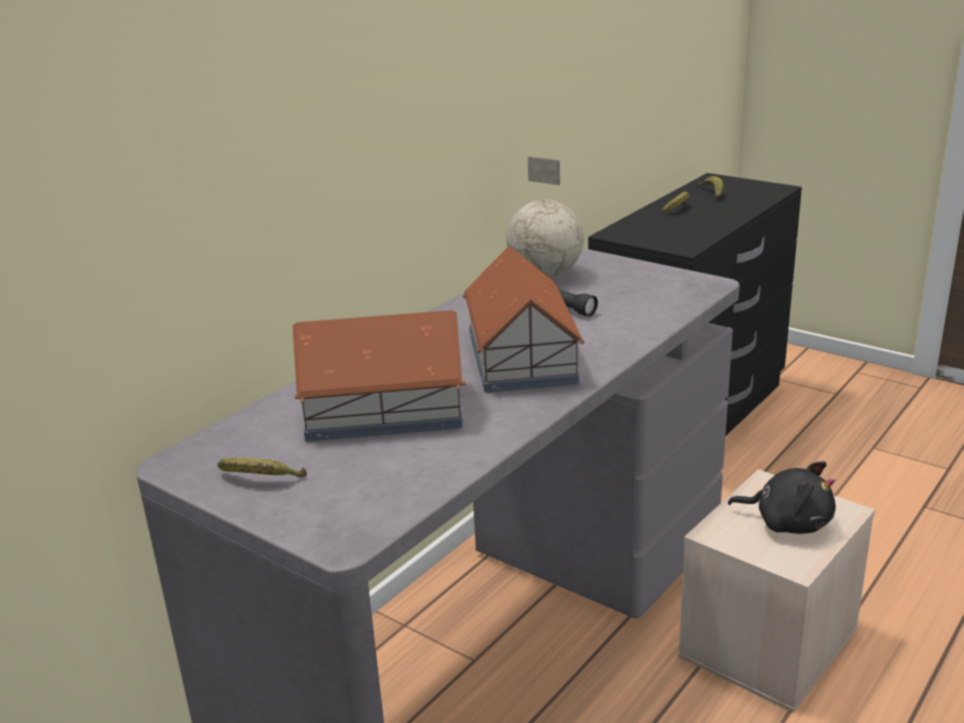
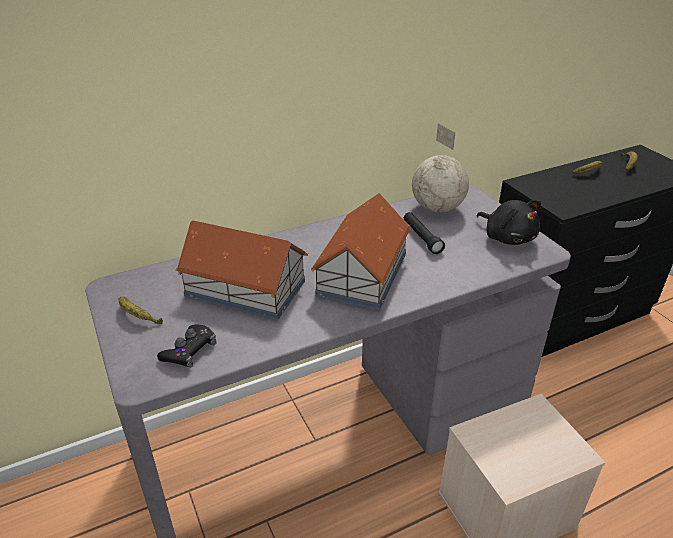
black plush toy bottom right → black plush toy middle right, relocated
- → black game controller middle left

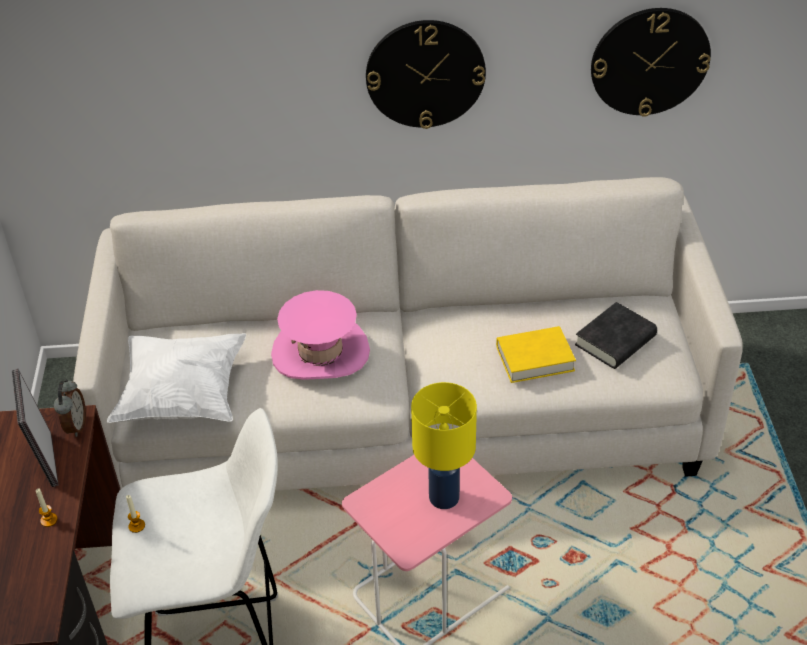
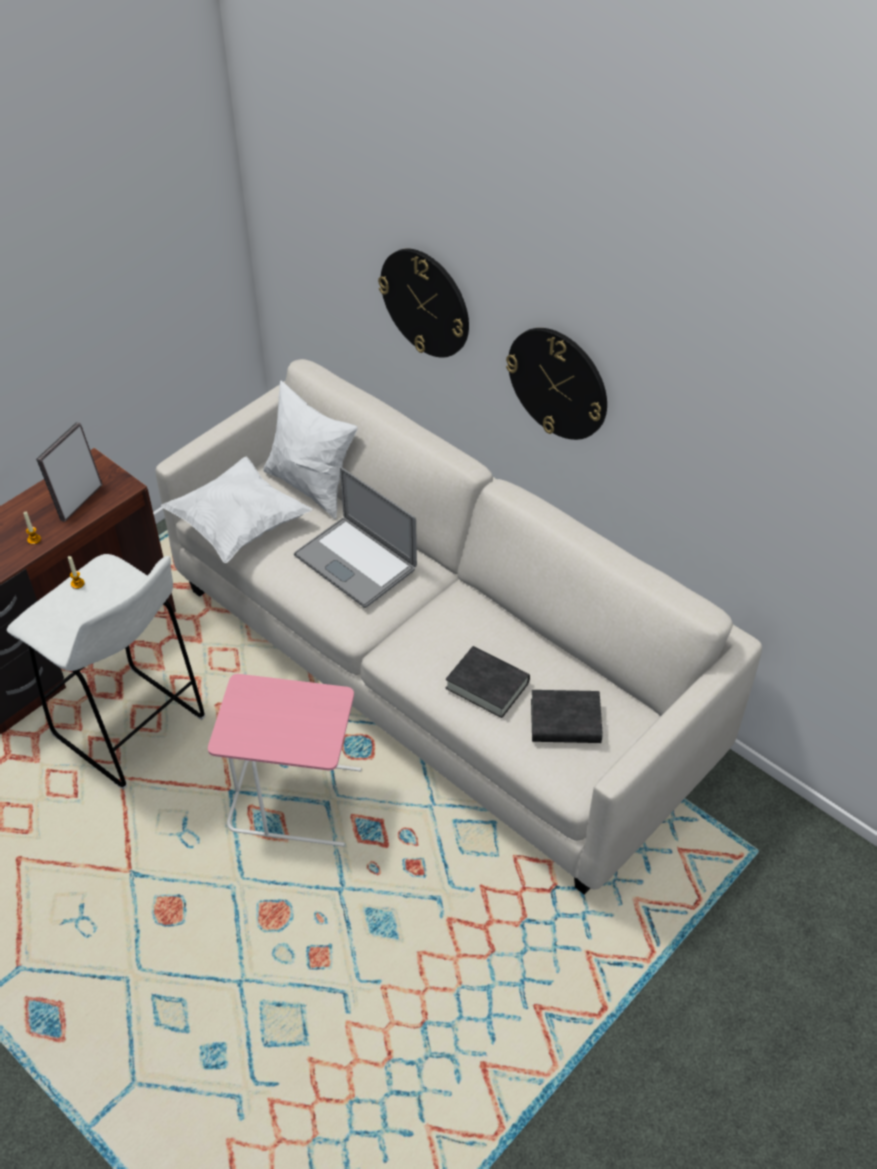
alarm clock middle left → -
pink hat centre → laptop centre
yellow table lamp bottom centre → -
yellow book centre → black book (no. 1 from left) centre
wall clock (no. 2 from left in the first image) top right → wall clock (no. 1 from left) top centre, relocated
- → white pillow (no. 2 from left) centre

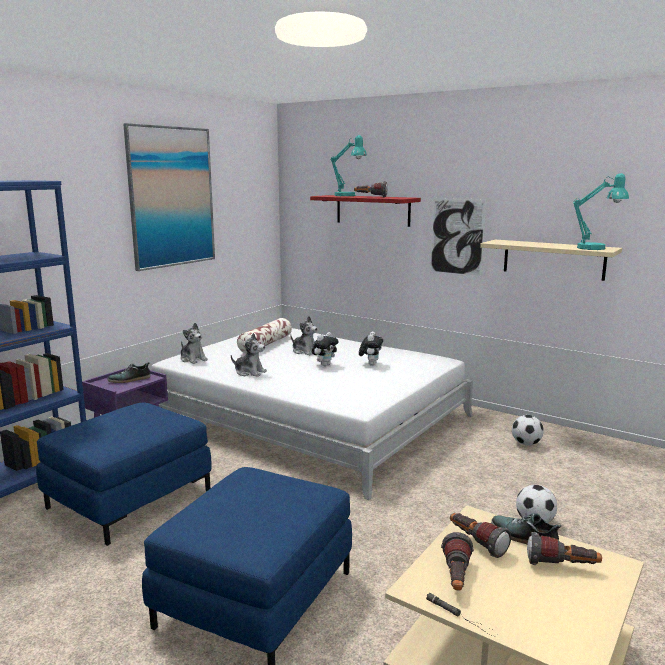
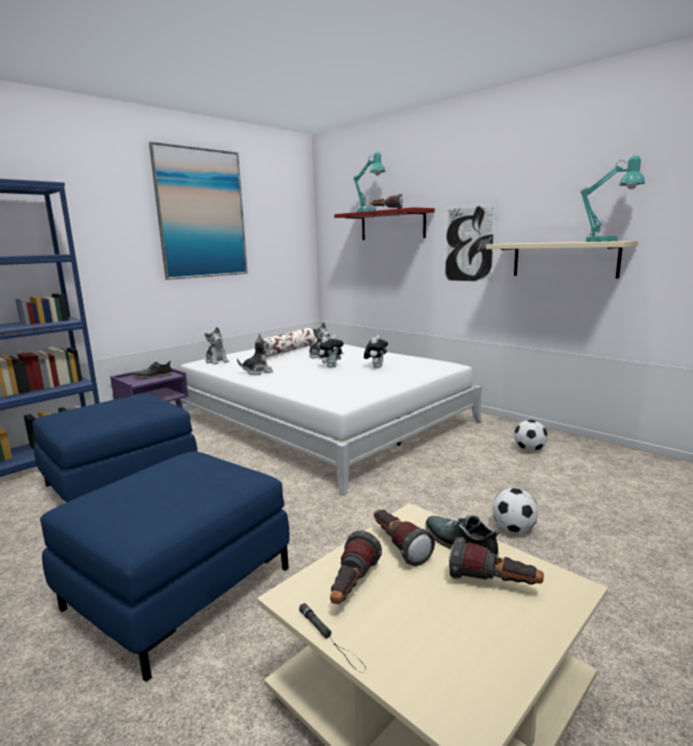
plush toy (no. 2 from left) centre, 45 degrees counterclockwise

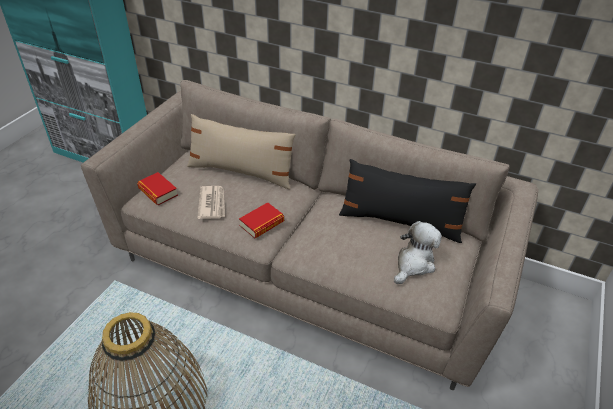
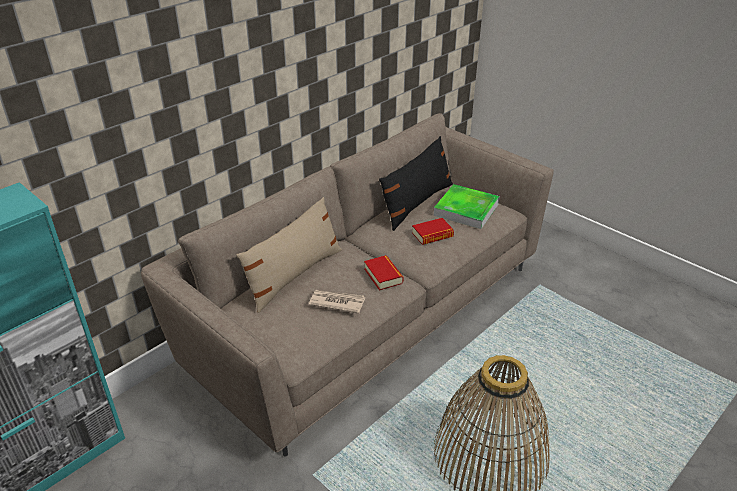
book (no. 1 from left in the first image) middle left → book (no. 2 from left) centre, relocated
plush toy middle right → tray centre

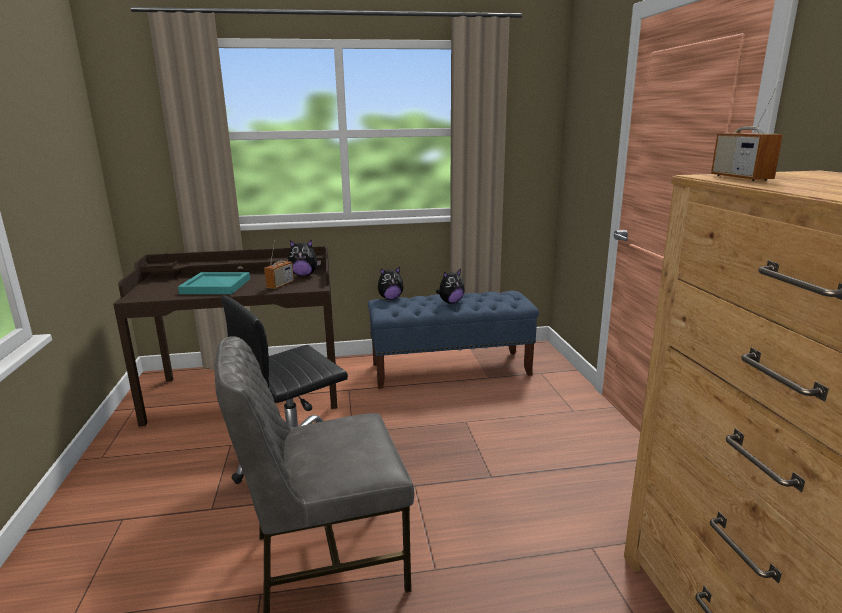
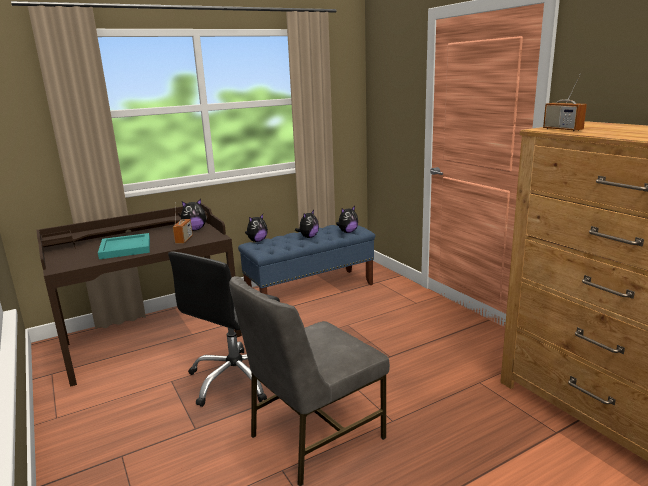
- → plush toy (no. 4 from left) centre

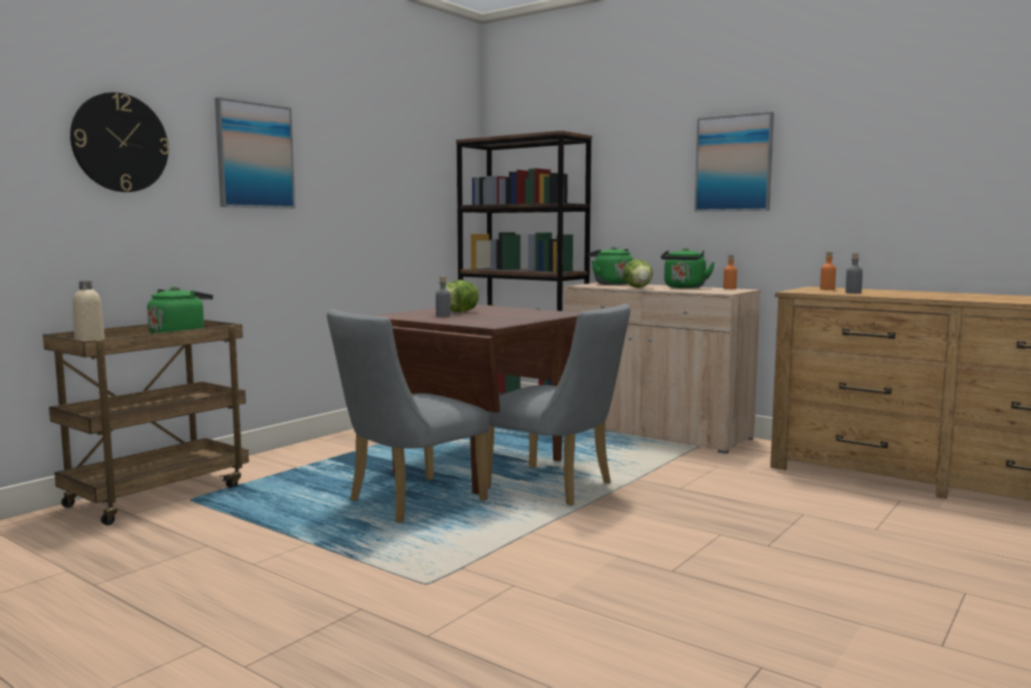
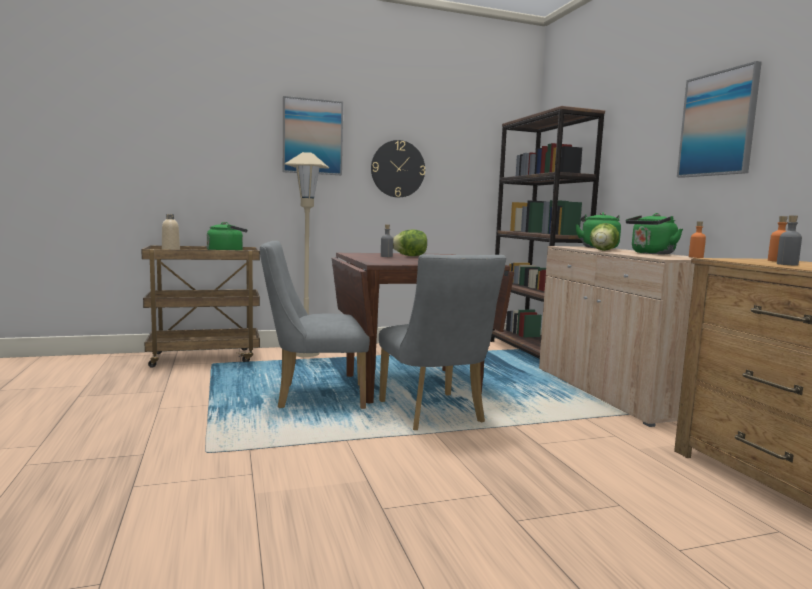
wall clock top left → wall clock top centre, relocated
- → beige floor lamp centre

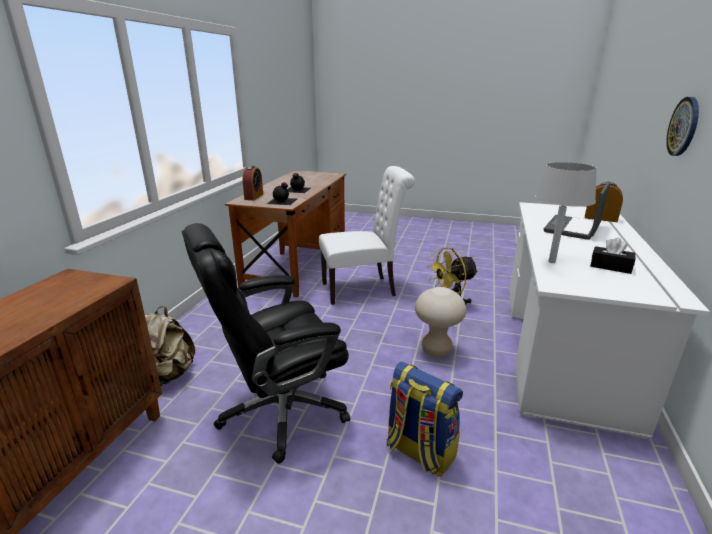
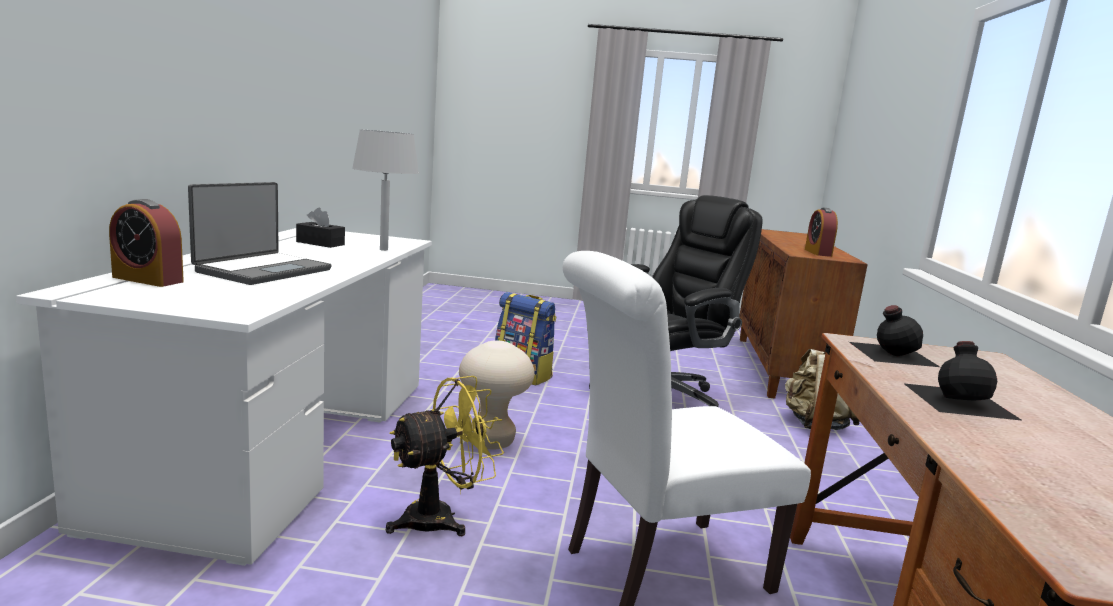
alarm clock (no. 1 from left in the first image) centre → alarm clock (no. 2 from left) middle right, relocated
wall clock top right → -

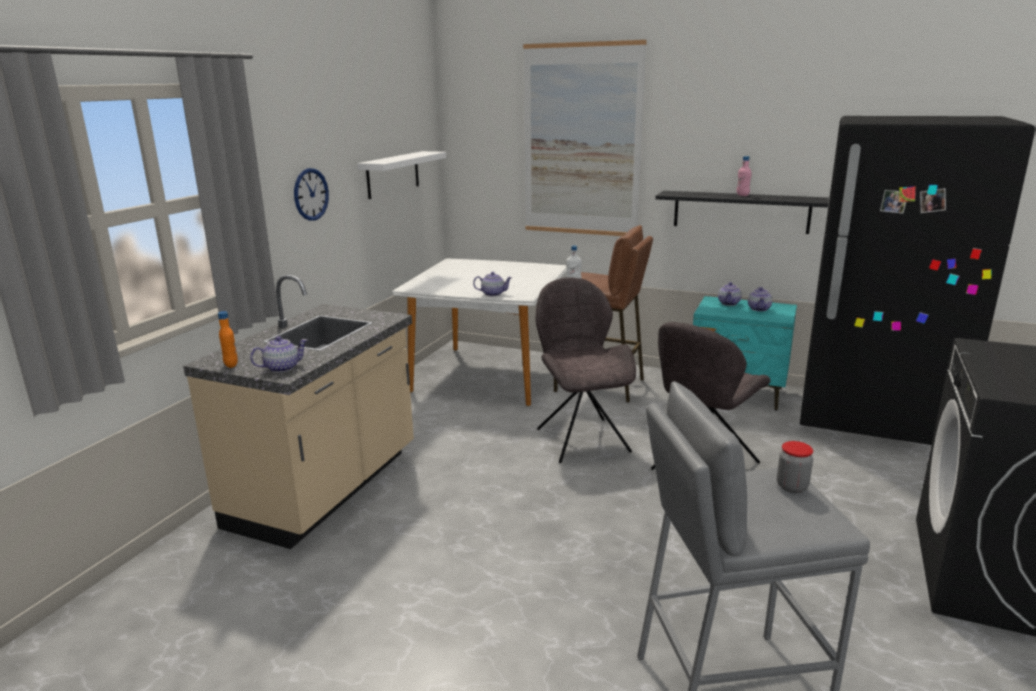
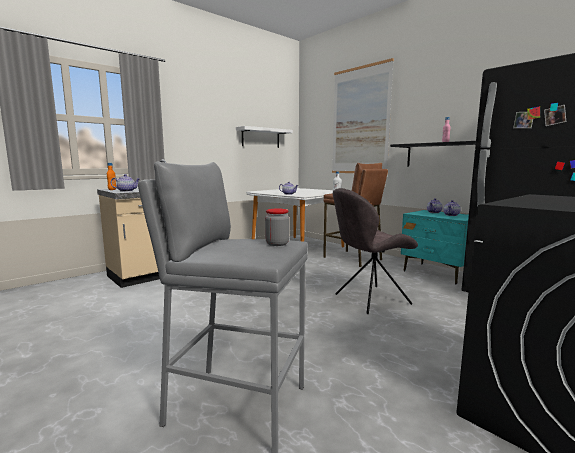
wall clock top left → -
grey chair (no. 1 from left) centre → -

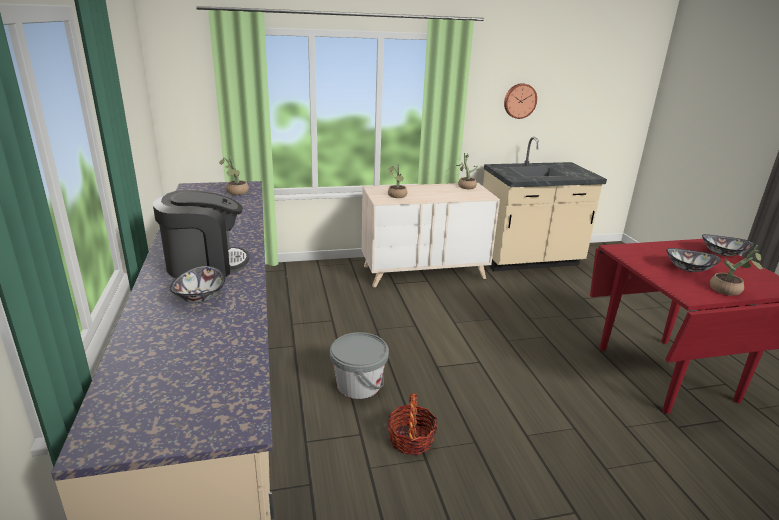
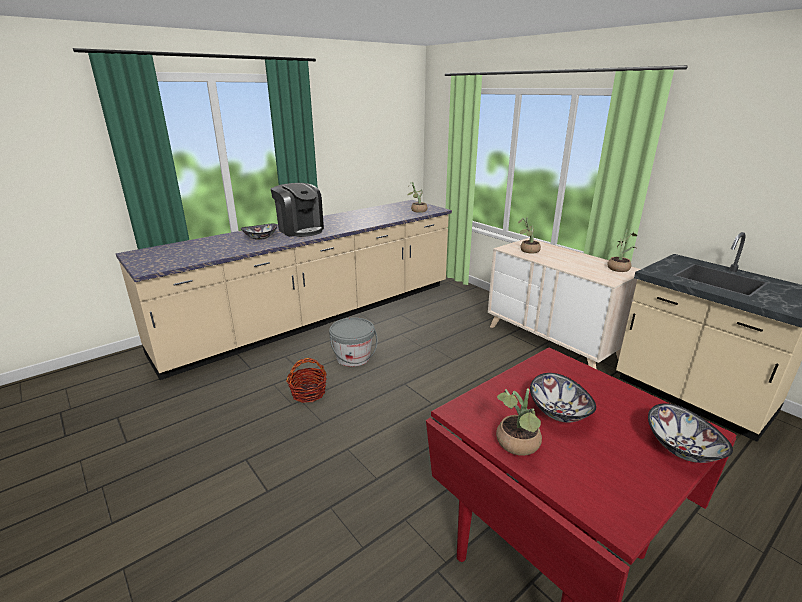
wall clock top right → -

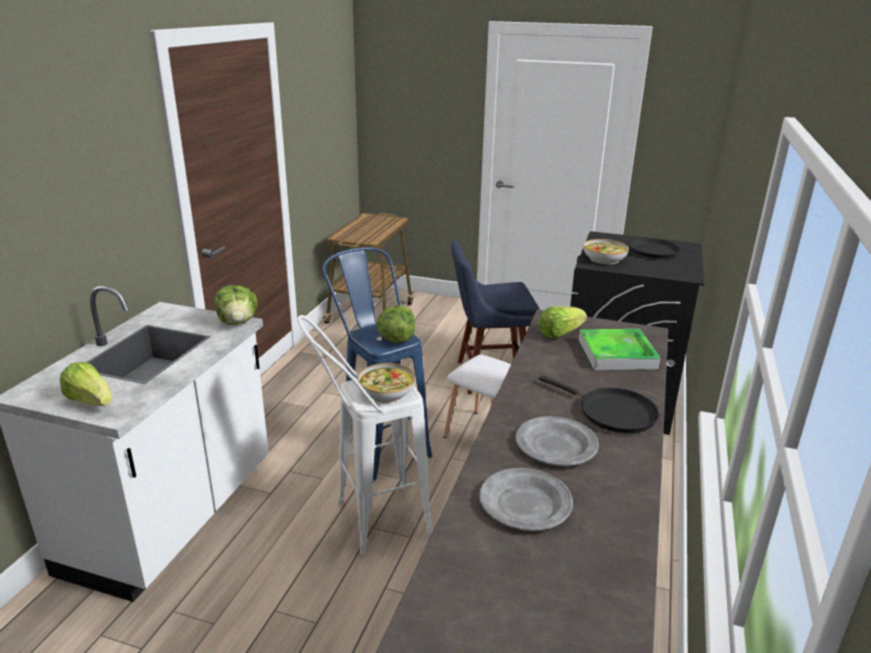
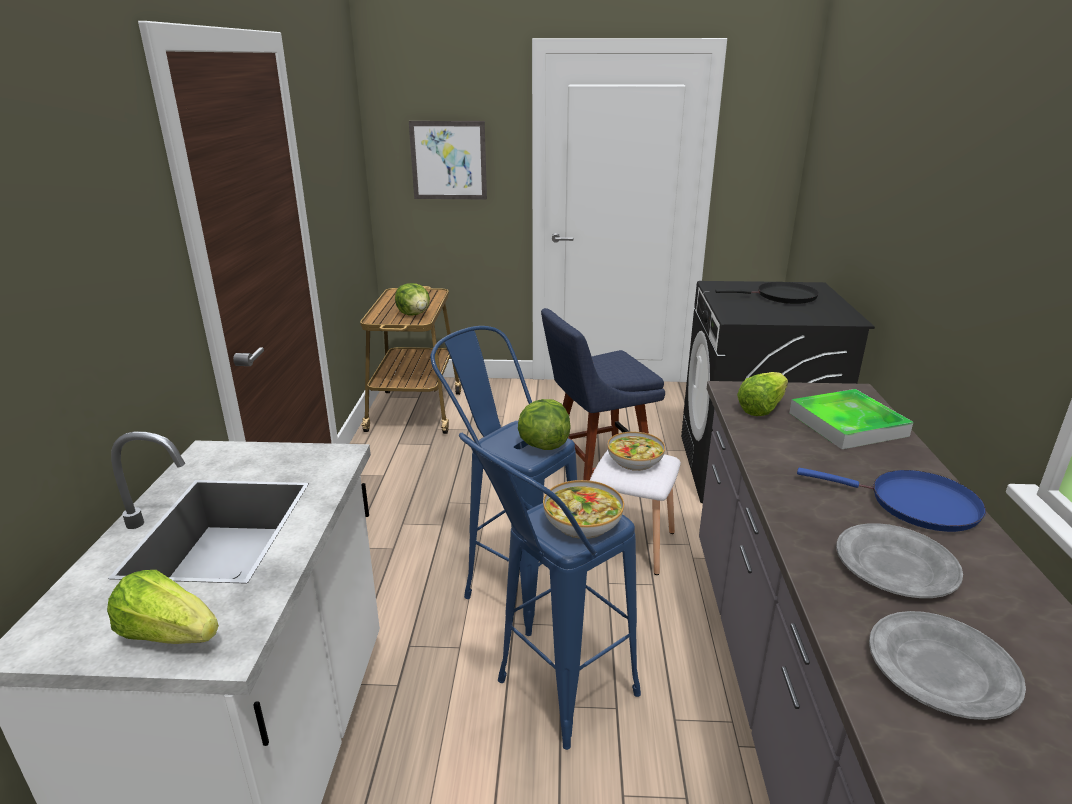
lettuce (no. 2 from left) middle left → lettuce (no. 2 from left) centre, relocated
white stool (no. 1 from left) centre → blue stool (no. 2 from left) bottom centre
black frying pan (no. 1 from left) middle right → blue frying pan middle right
bowl (no. 2 from left) middle right → bowl (no. 2 from left) centre, relocated
- → picture top centre

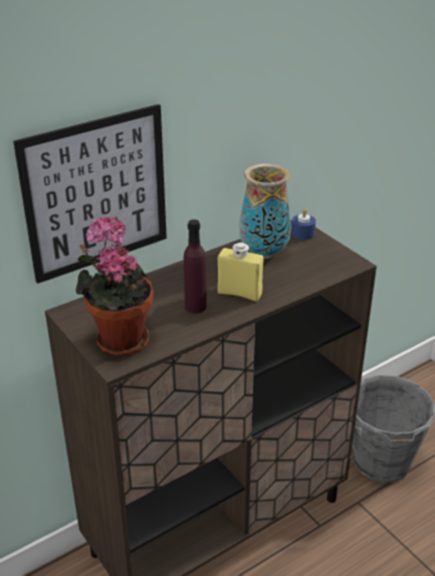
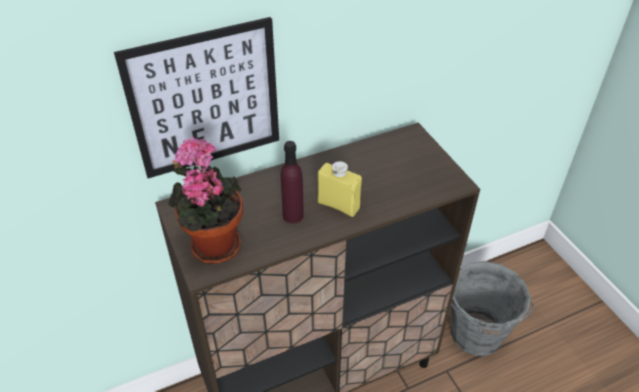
vase centre → -
blue candle middle right → -

